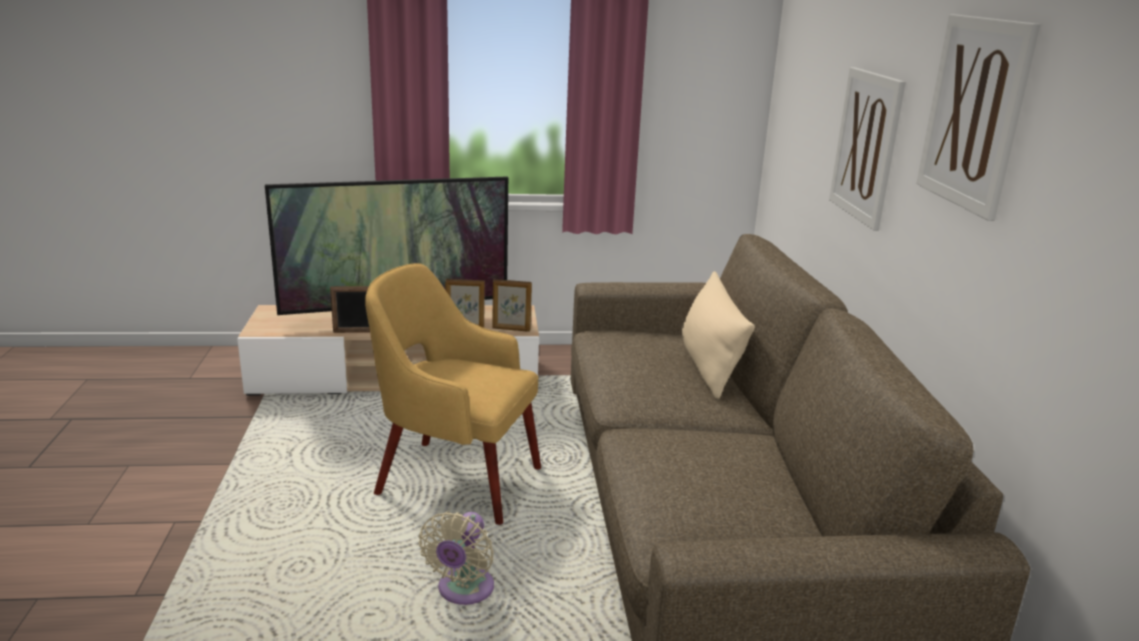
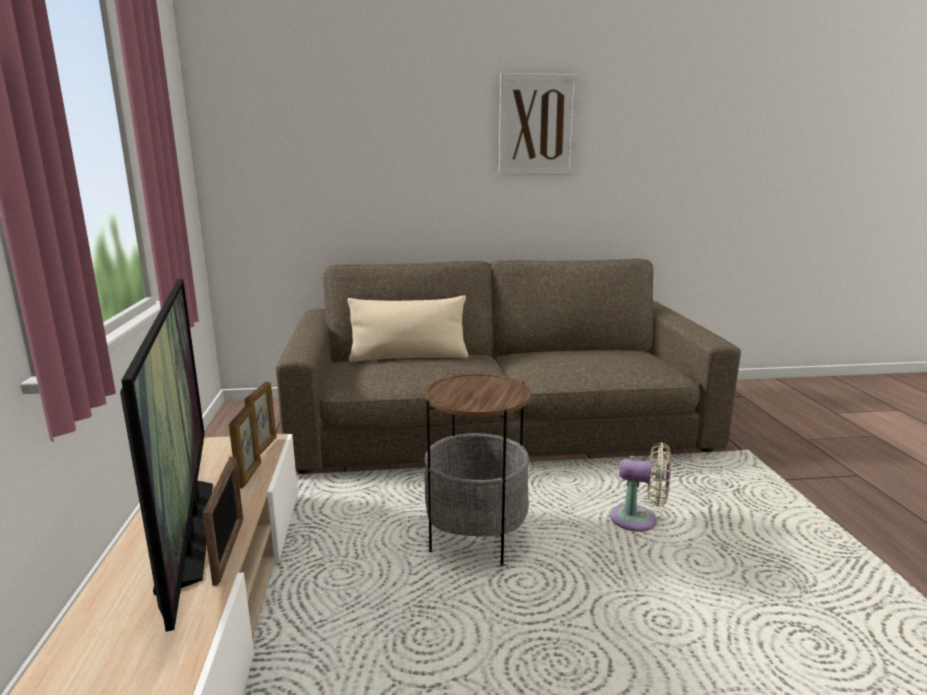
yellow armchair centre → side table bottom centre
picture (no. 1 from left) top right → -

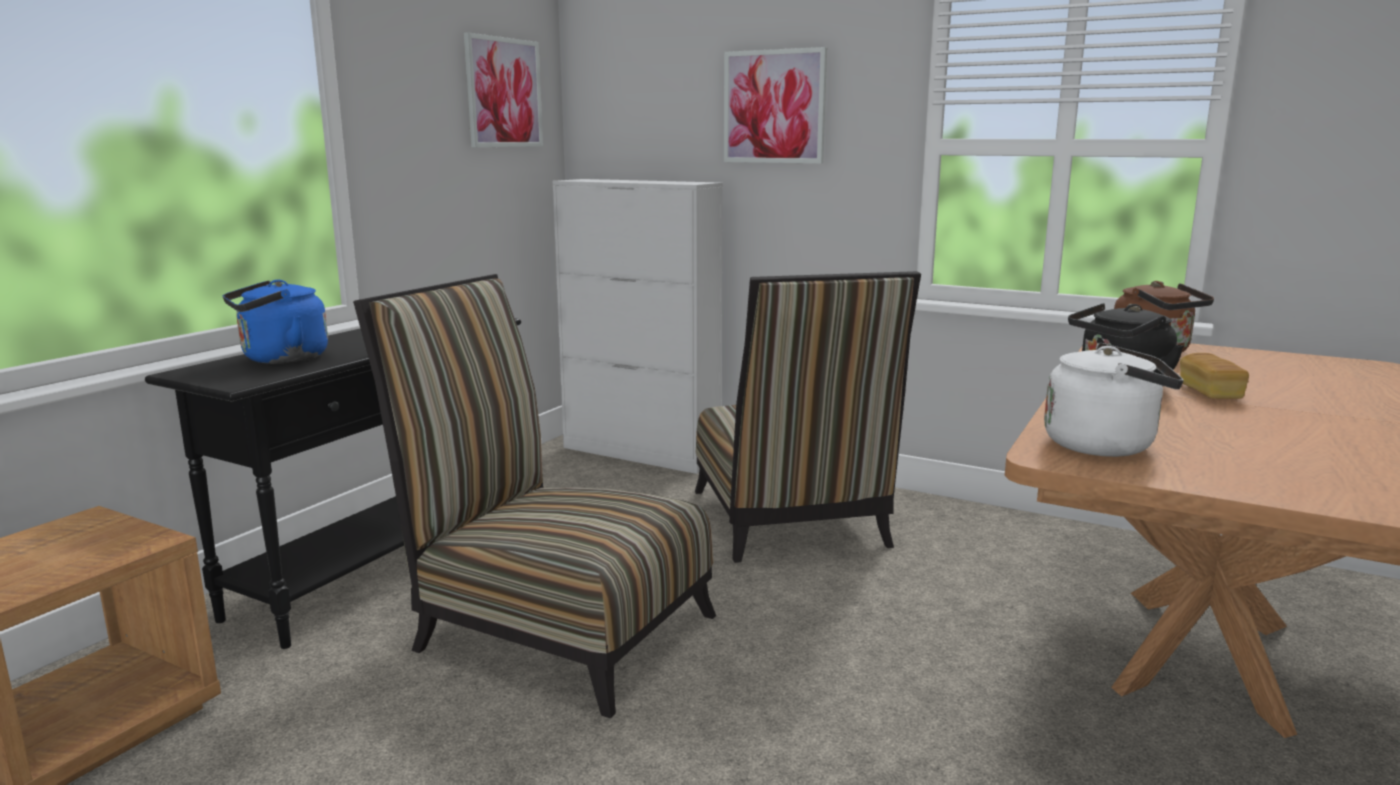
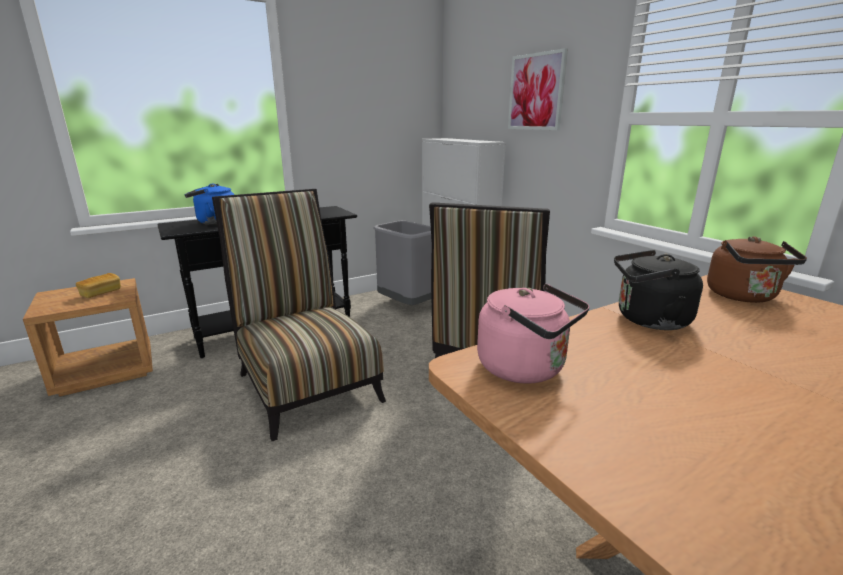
picture (no. 1 from left) top centre → -
white kettle middle right → pink kettle centre
bread middle right → bread middle left, relocated
- → grey trash can centre

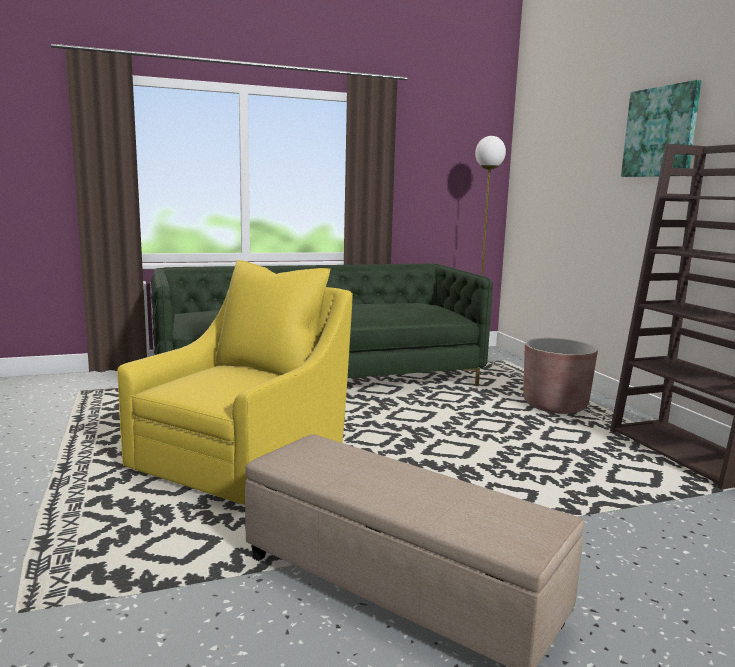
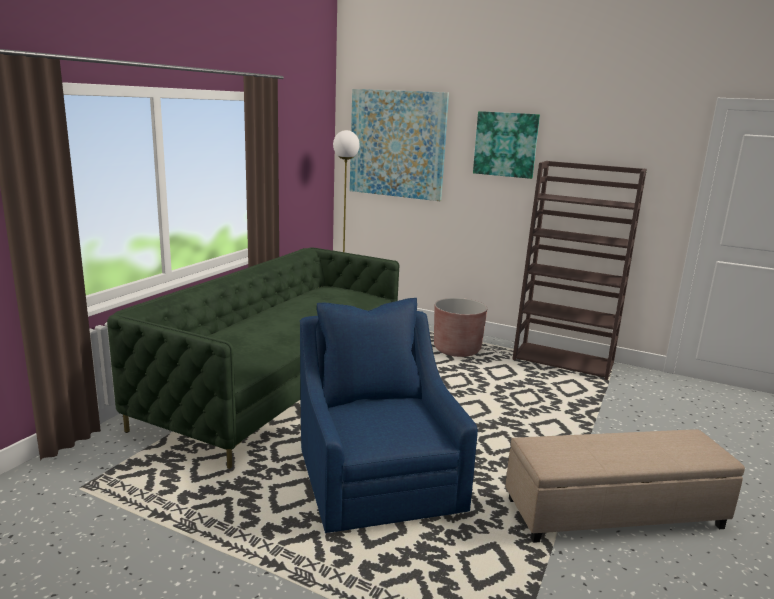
yellow armchair middle left → blue armchair bottom centre
- → picture (no. 1 from left) top centre

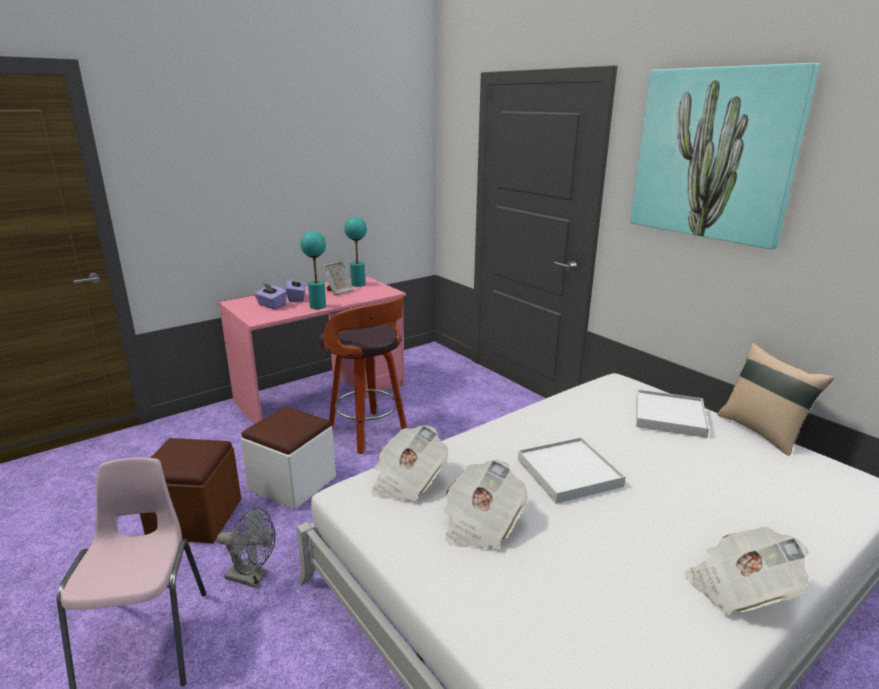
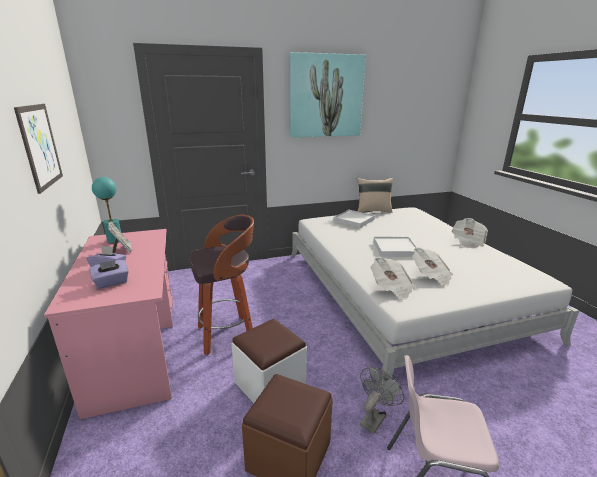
turquoise table lamp (no. 1 from left) centre → -
- → picture (no. 1 from left) top left

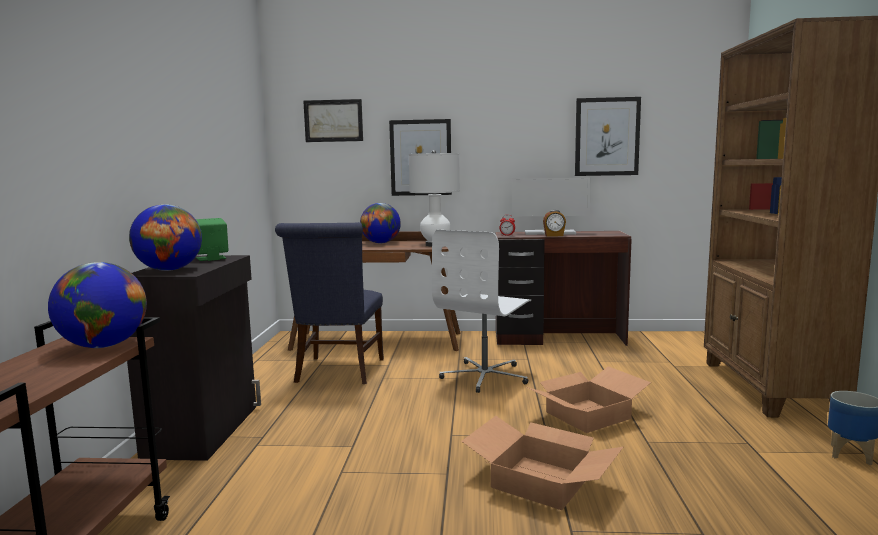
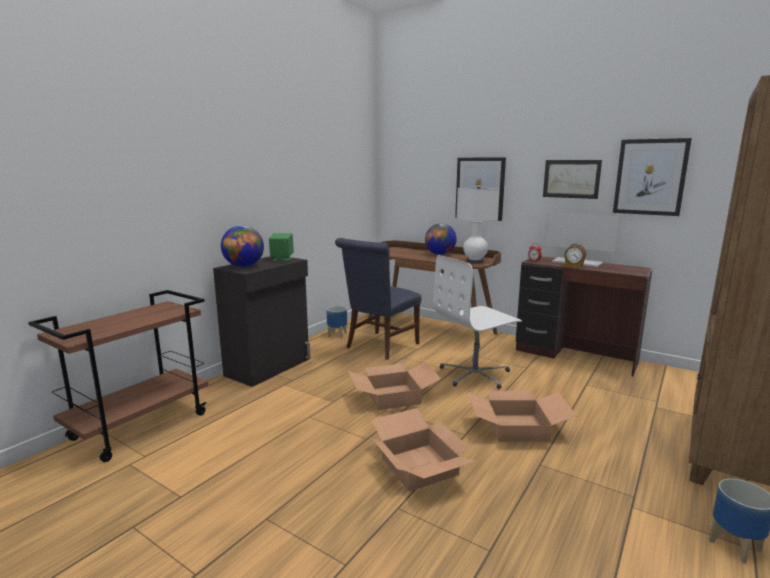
globe (no. 1 from left) middle left → -
picture (no. 1 from left in the first image) top centre → picture (no. 2 from left) top right, relocated
- → planter (no. 1 from left) centre
- → cardboard box (no. 1 from left) bottom centre

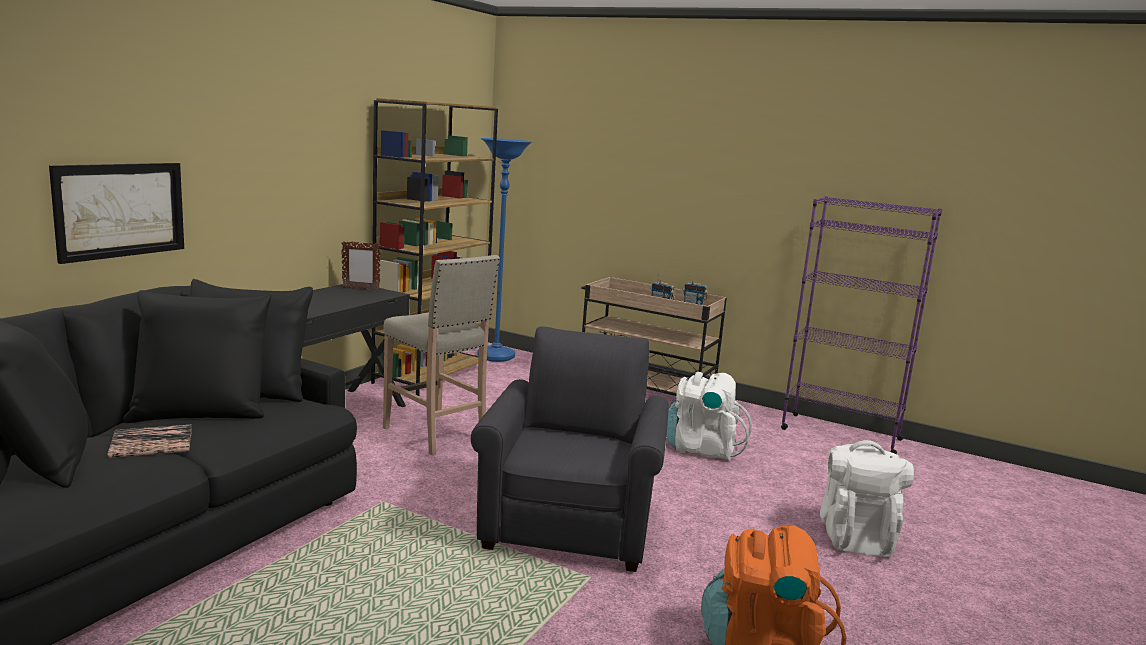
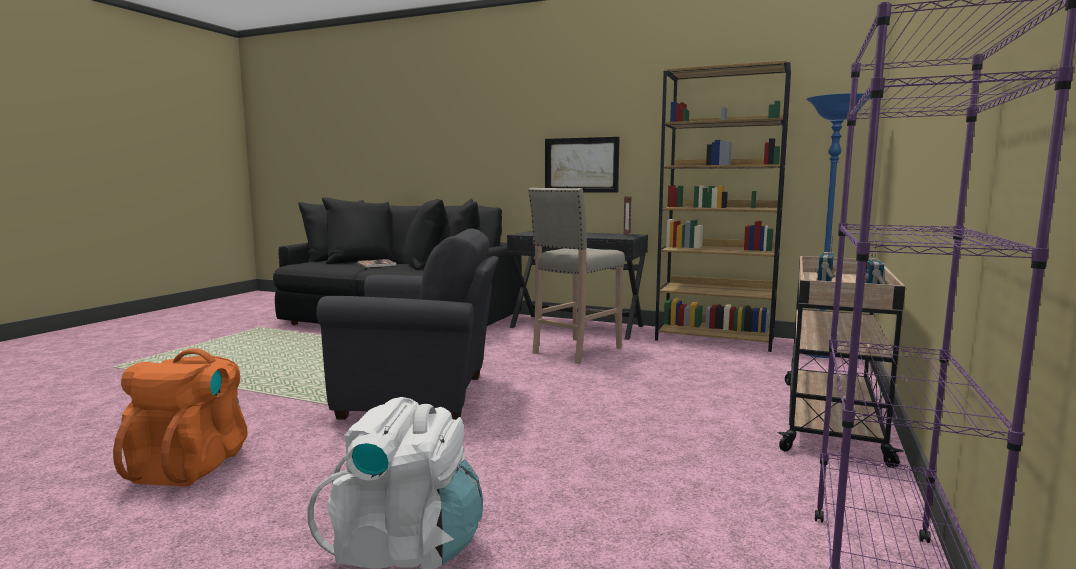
picture top left → picture top centre, relocated
white backpack (no. 1 from left) centre → -

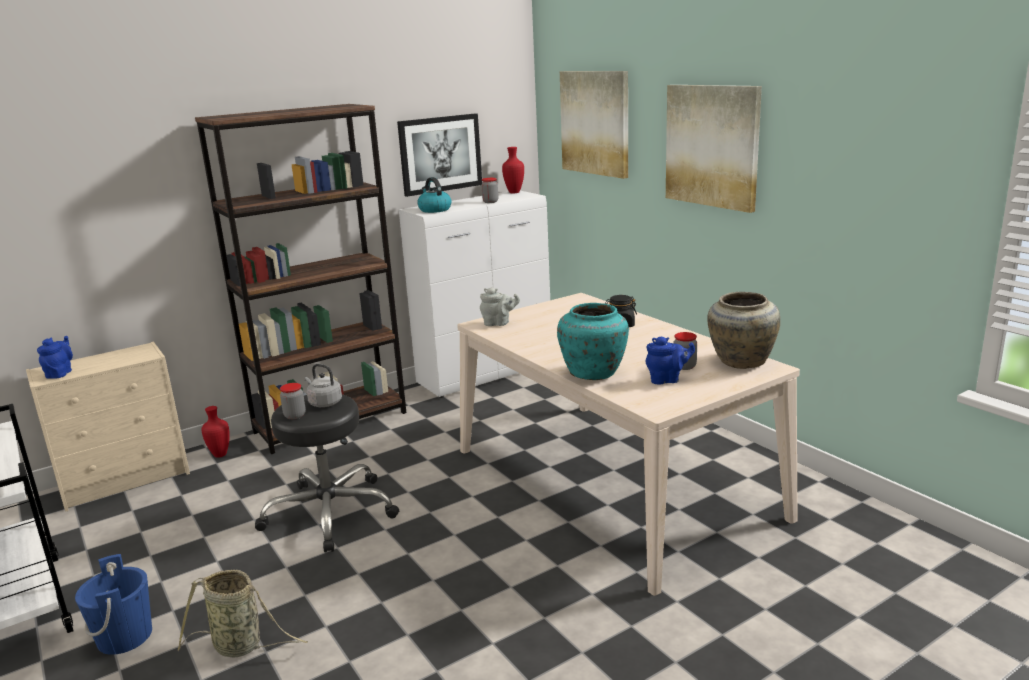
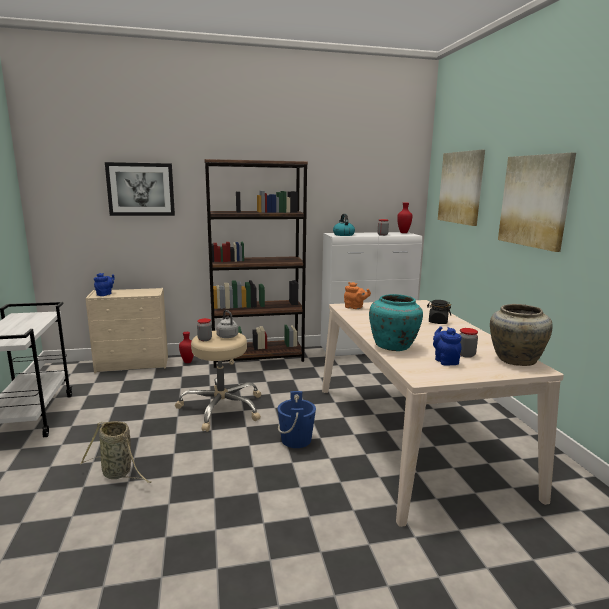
blue bucket bottom left → blue bucket bottom centre, relocated
black stool bottom left → beige stool centre
picture (no. 1 from left) top centre → picture (no. 1 from left) top left, relocated
grey teapot centre → orange teapot centre
blue teapot (no. 2 from left) centre → blue teapot (no. 2 from left) middle right, 120 degrees counterclockwise

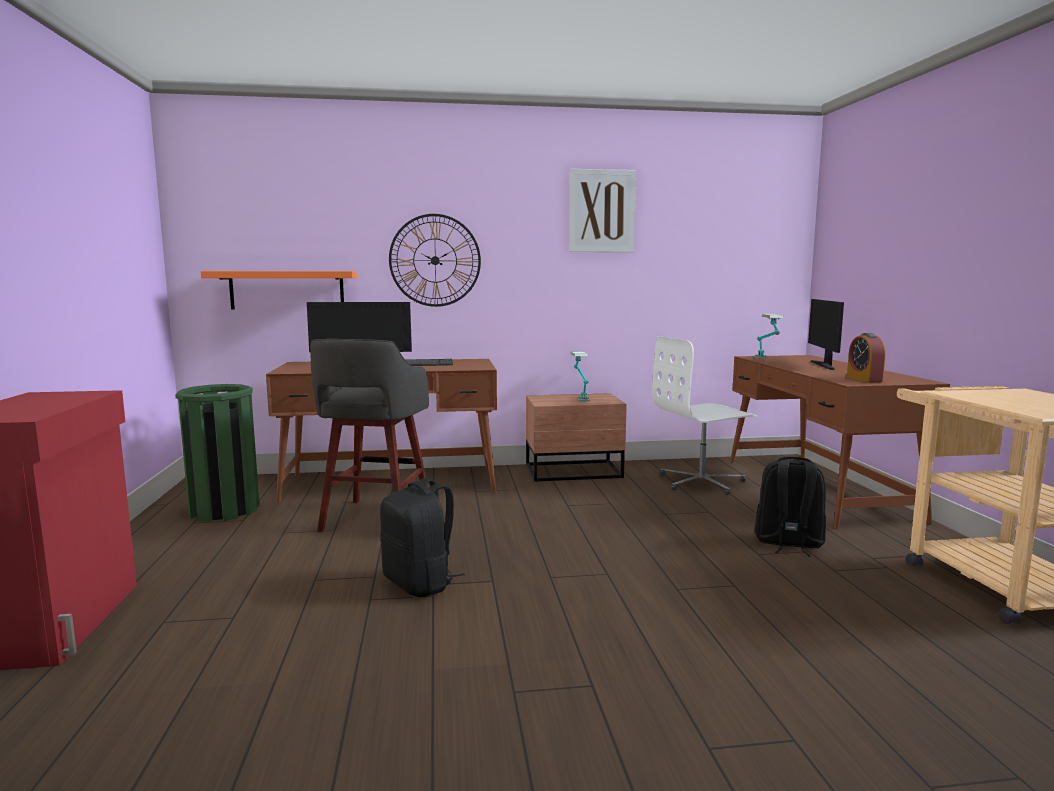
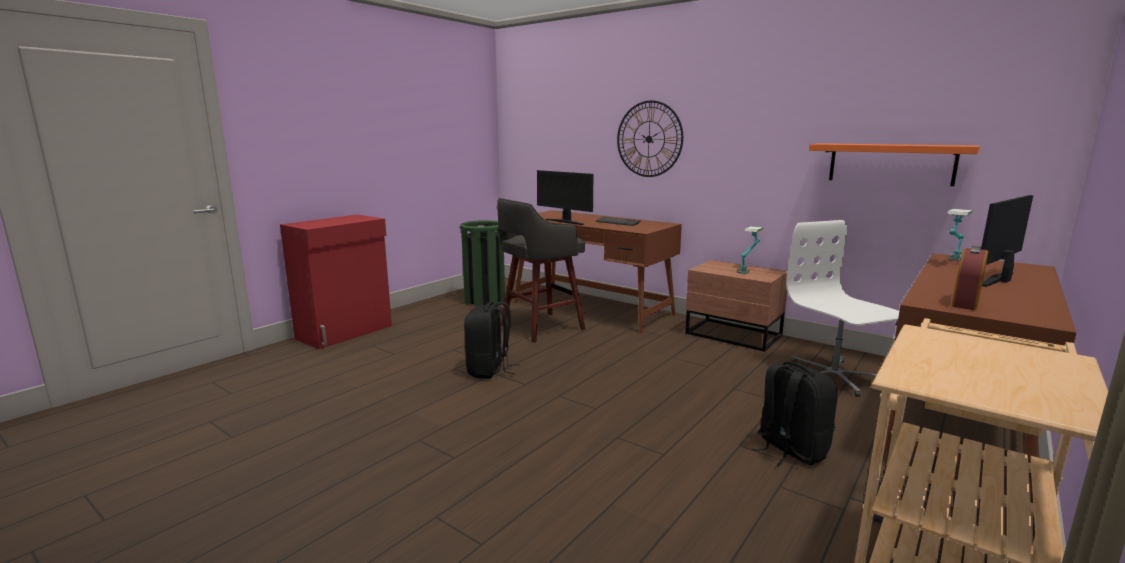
orange shelf middle left → orange shelf top right, relocated
picture top centre → -
white office chair middle right, 45 degrees clockwise

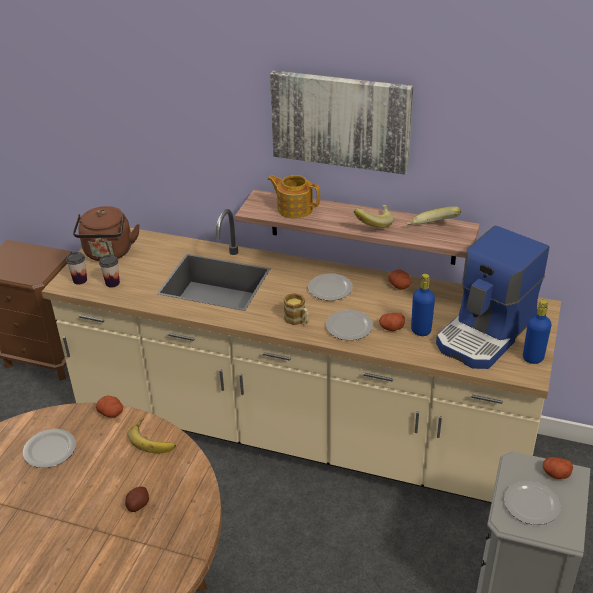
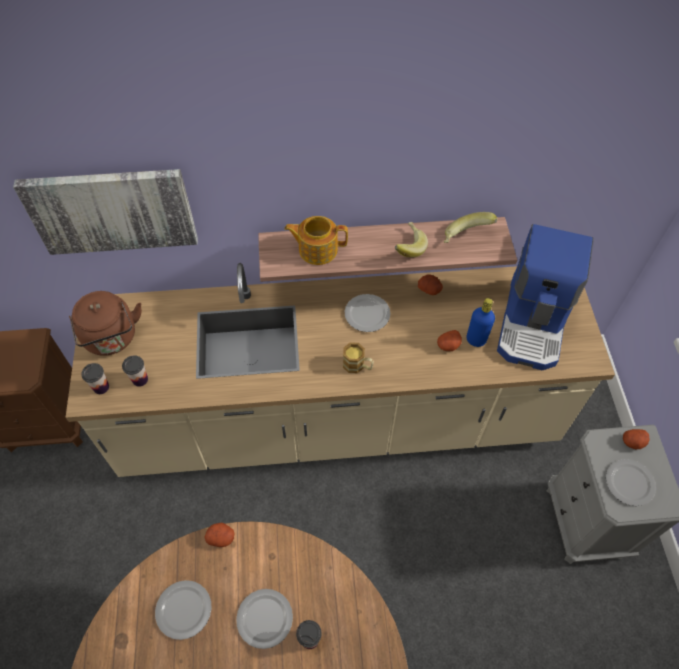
potato (no. 2 from left) bottom left → cup (no. 3 from left) bottom centre
banana (no. 1 from left) bottom left → -
picture top centre → picture top left, relocated
plate (no. 3 from left in the first image) centre → plate (no. 2 from left) bottom centre, relocated
blue bottle (no. 2 from left) middle right → -

